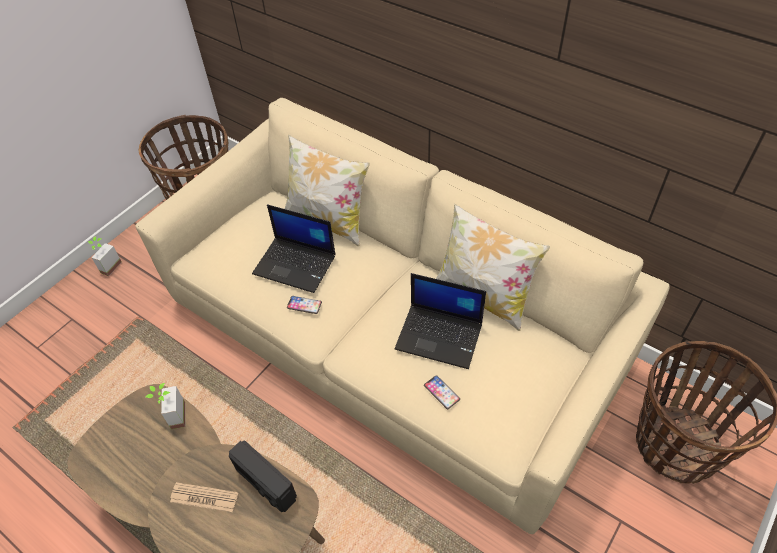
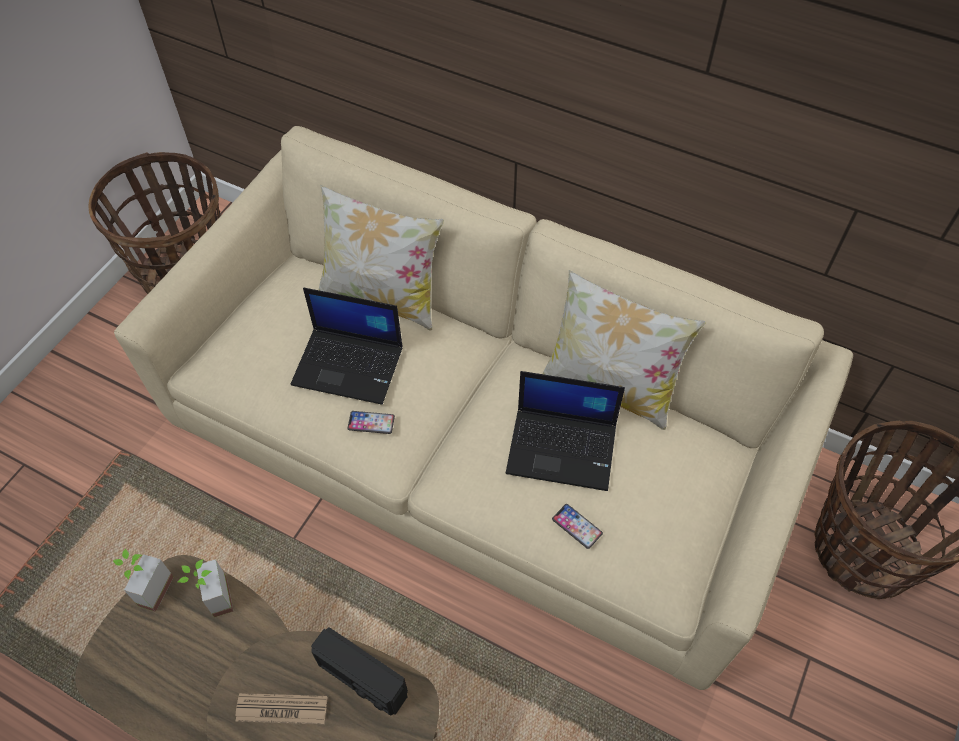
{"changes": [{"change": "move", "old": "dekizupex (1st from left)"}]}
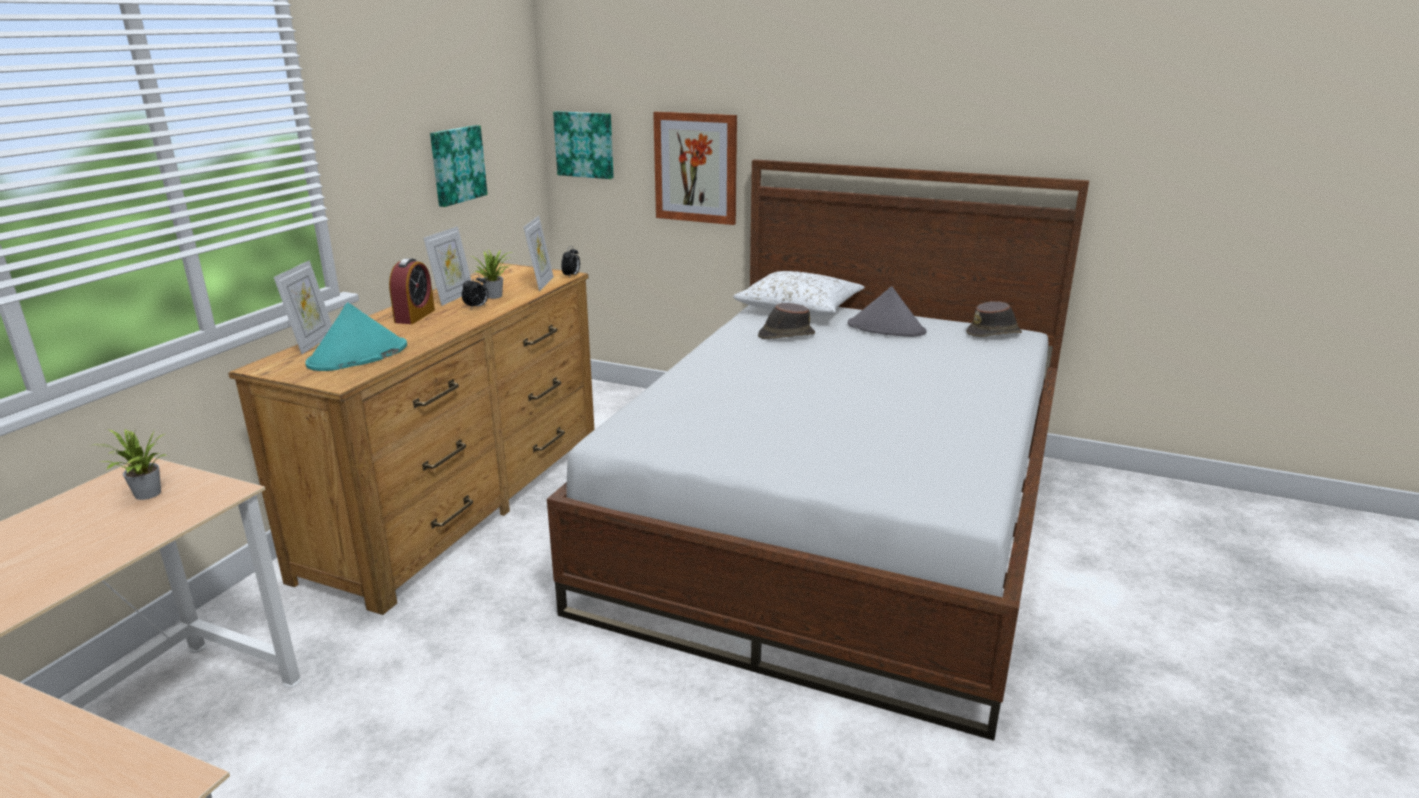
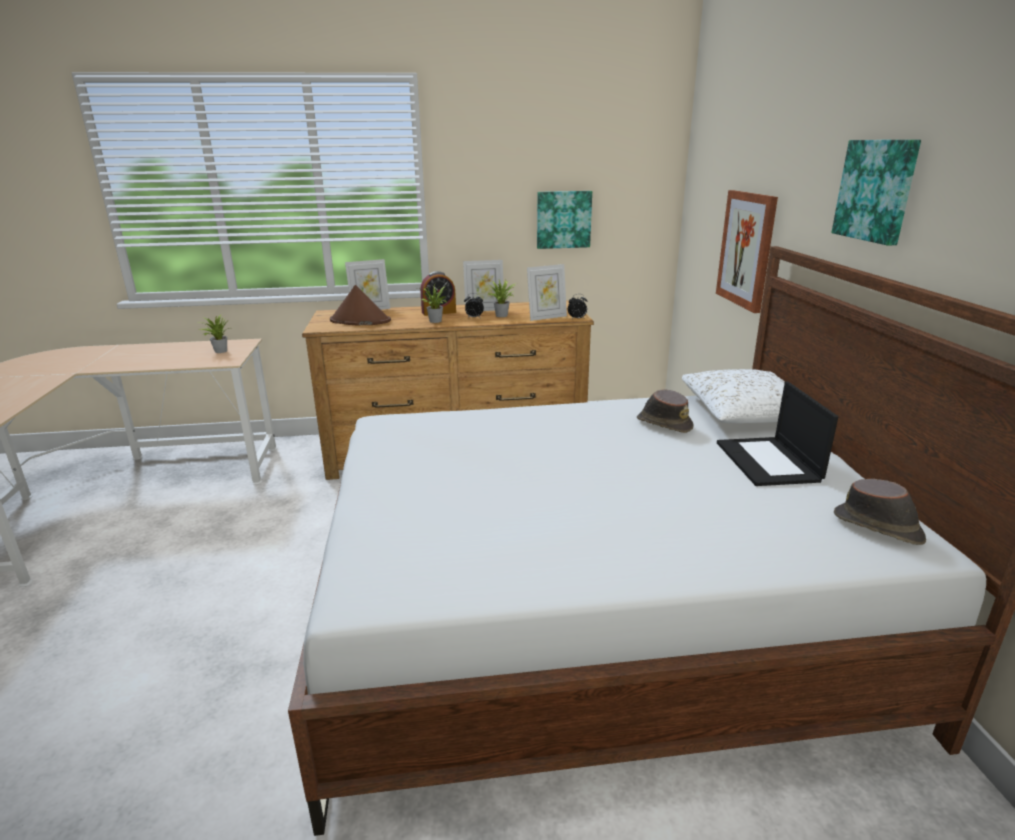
{"changes": [{"change": "recolor", "old": "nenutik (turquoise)", "new": "nenutik (brown) (1st from left)"}, {"change": "move", "old": "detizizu (2nd from left in the first image)", "new": "detizizu (3rd from left)"}, {"change": "replace", "old": "nenutik (grey)", "new": "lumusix"}, {"change": "insert", "new": "dekizupex (2nd from left)"}]}
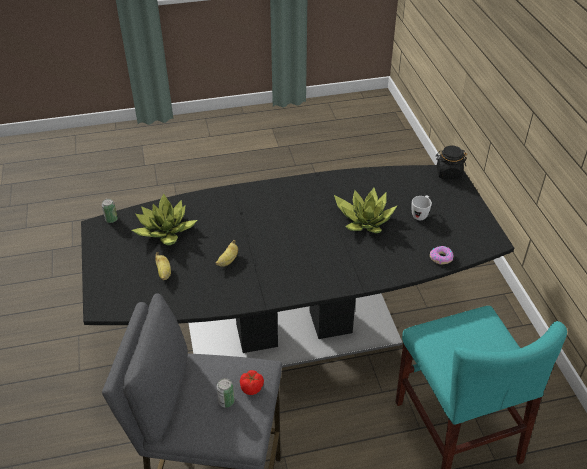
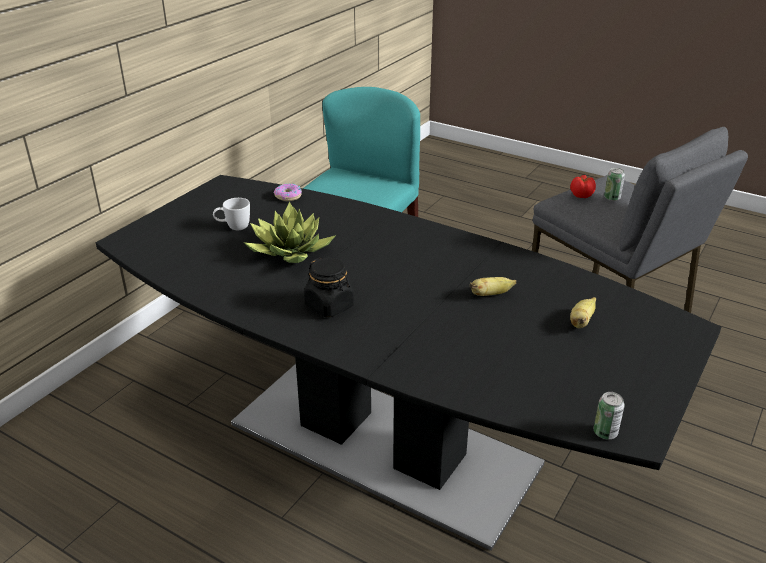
{"changes": [{"change": "delete", "old": "dekizupex (1st from left)"}, {"change": "move", "old": "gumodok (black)"}]}
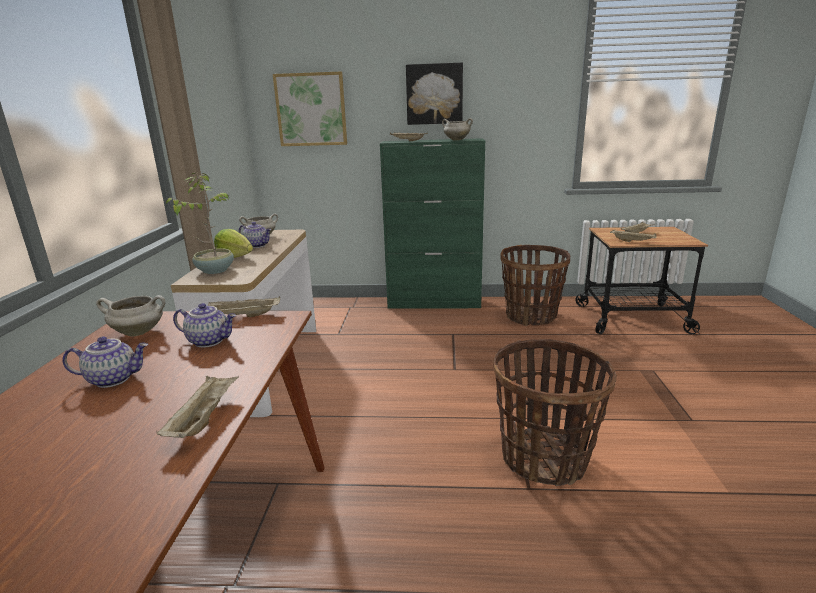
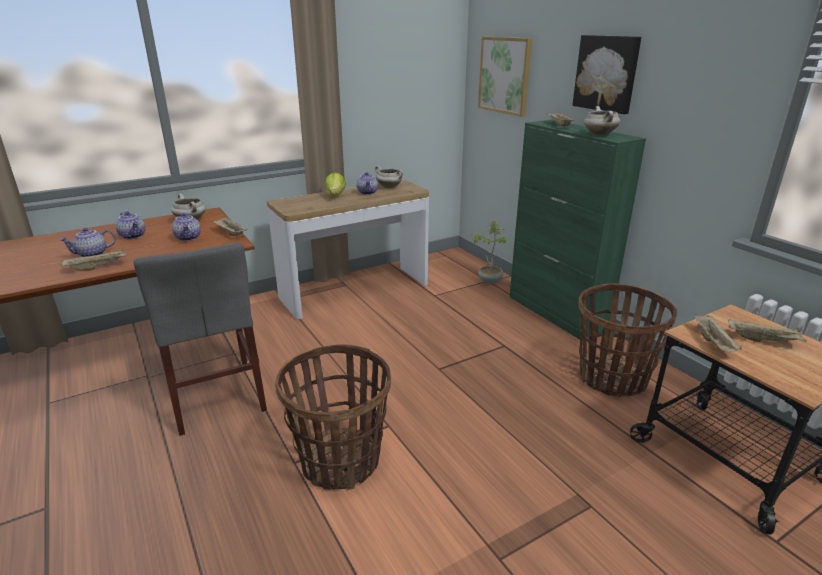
{"changes": [{"change": "move", "old": "dekizupex"}, {"change": "insert", "new": "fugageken (1st from left)"}, {"change": "insert", "new": "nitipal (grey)"}]}
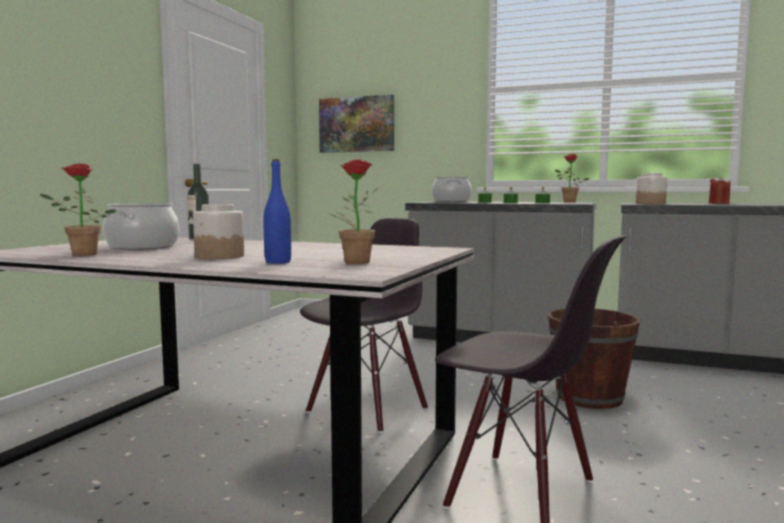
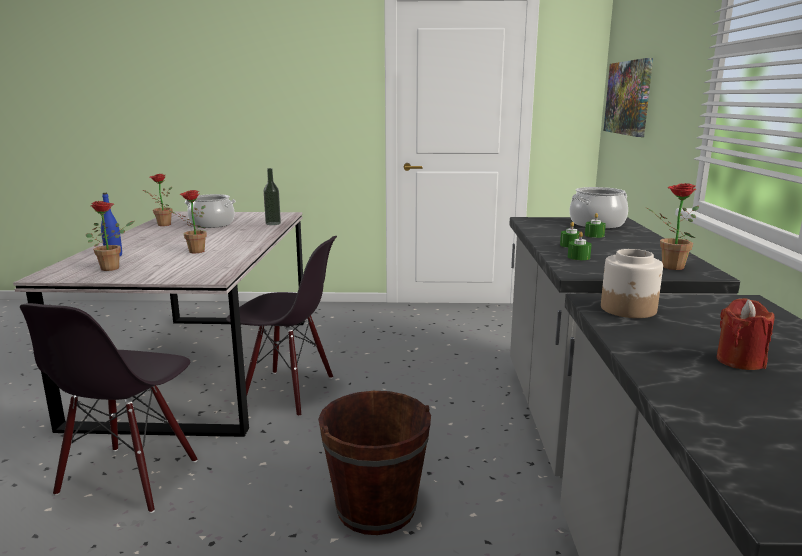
{"changes": [{"change": "delete", "old": "gumodok (1st from left)"}, {"change": "insert", "new": "dekizupex (3rd from left)"}]}
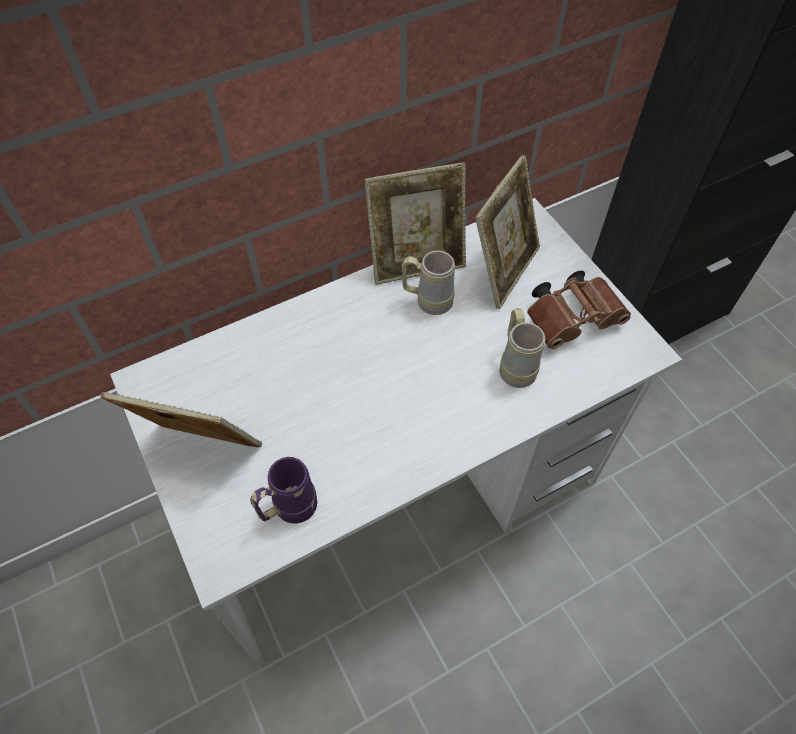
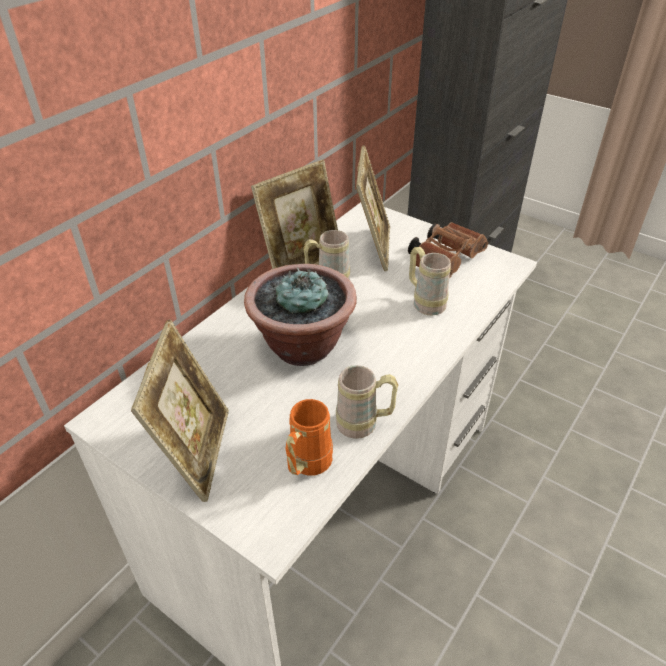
{"changes": [{"change": "rotate", "old": "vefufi (1st from left)", "degrees": 105}, {"change": "recolor", "old": "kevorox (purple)", "new": "kevorox (orange)"}, {"change": "insert", "new": "dekizupex"}, {"change": "insert", "new": "kevorox (beige) (2nd from left)"}]}
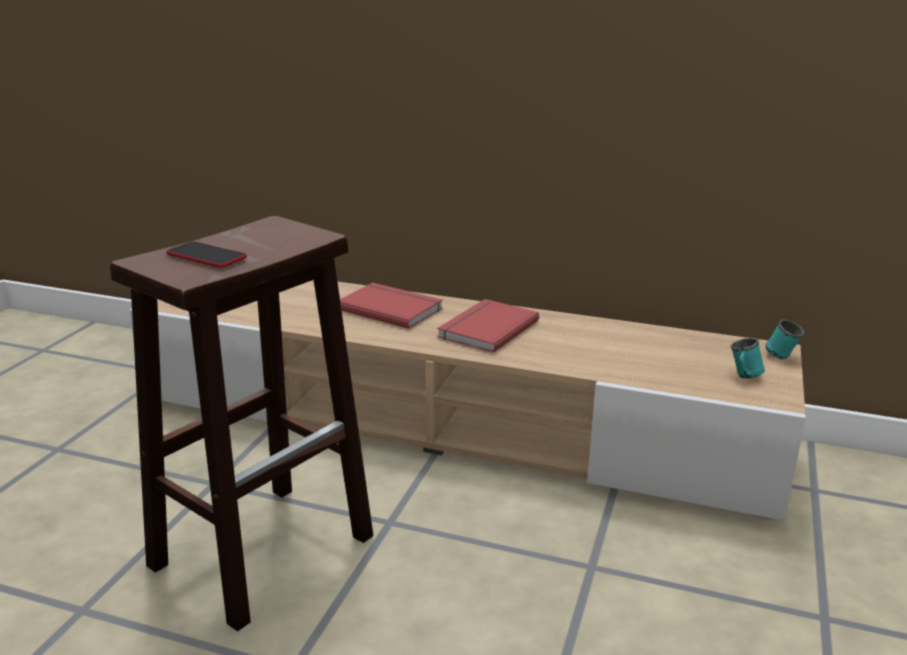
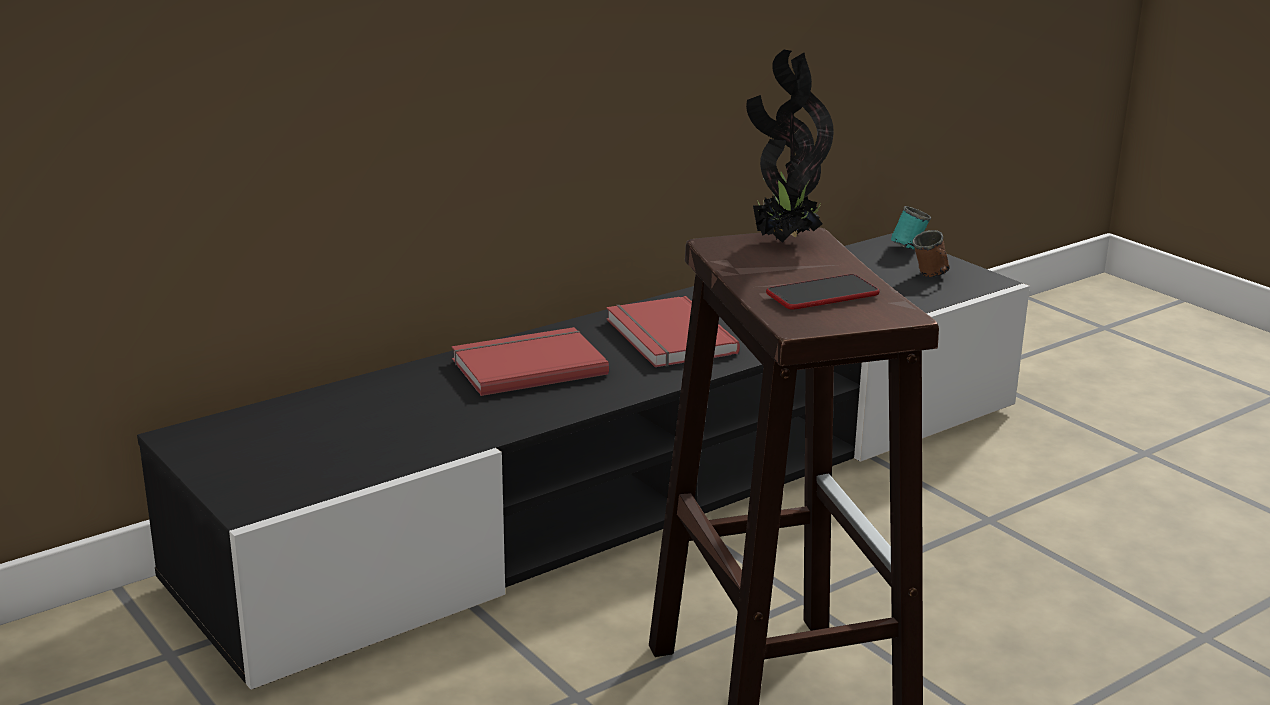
{"changes": [{"change": "recolor", "old": "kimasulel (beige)", "new": "kimasulel (black)"}, {"change": "recolor", "old": "kevorox (turquoise) (1st from left)", "new": "kevorox (brown)"}, {"change": "insert", "new": "dekizupex"}]}
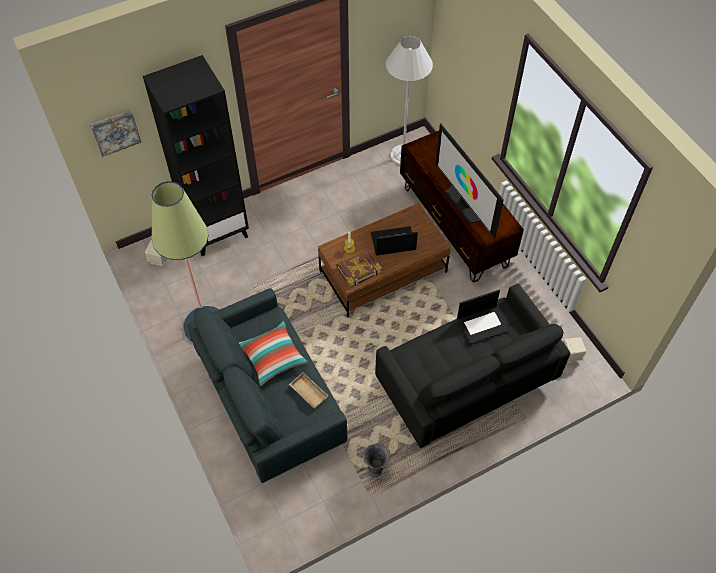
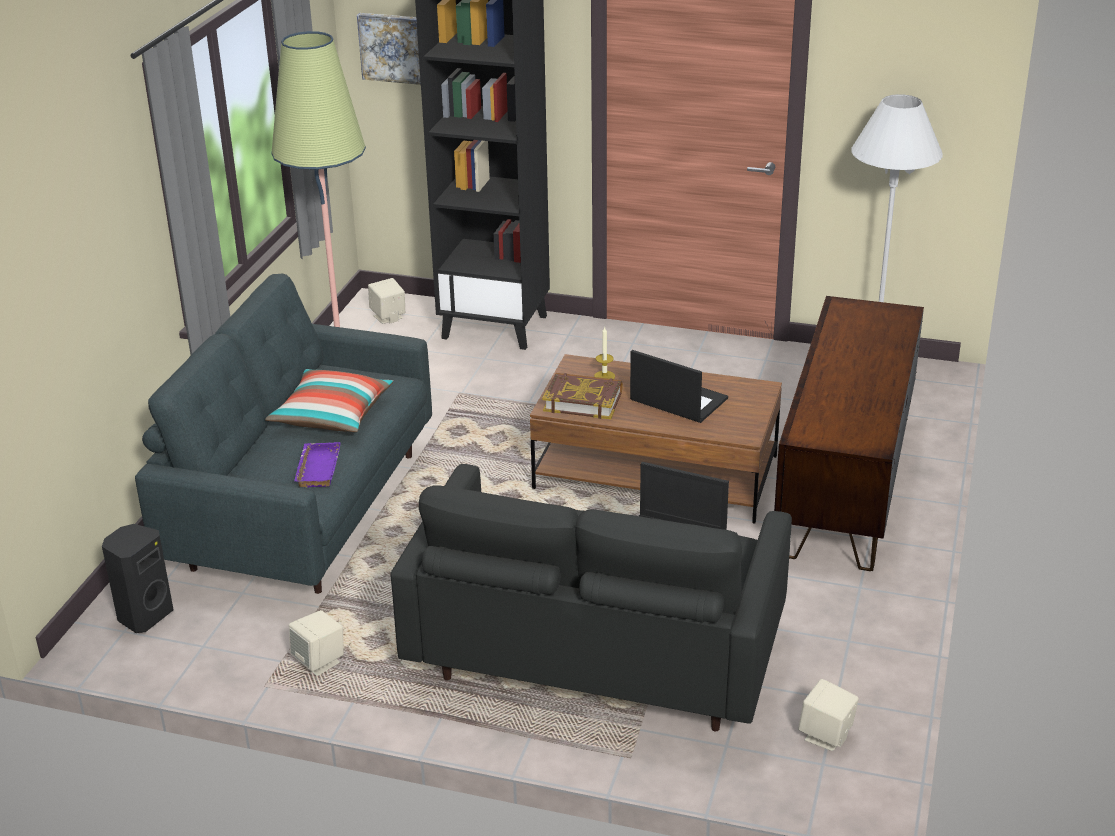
{"changes": [{"change": "recolor", "old": "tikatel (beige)", "new": "tikatel (purple)"}, {"change": "replace", "old": "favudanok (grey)", "new": "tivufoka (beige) (1st from left)"}, {"change": "delete", "old": "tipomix"}, {"change": "insert", "new": "tivufoka (black)"}]}
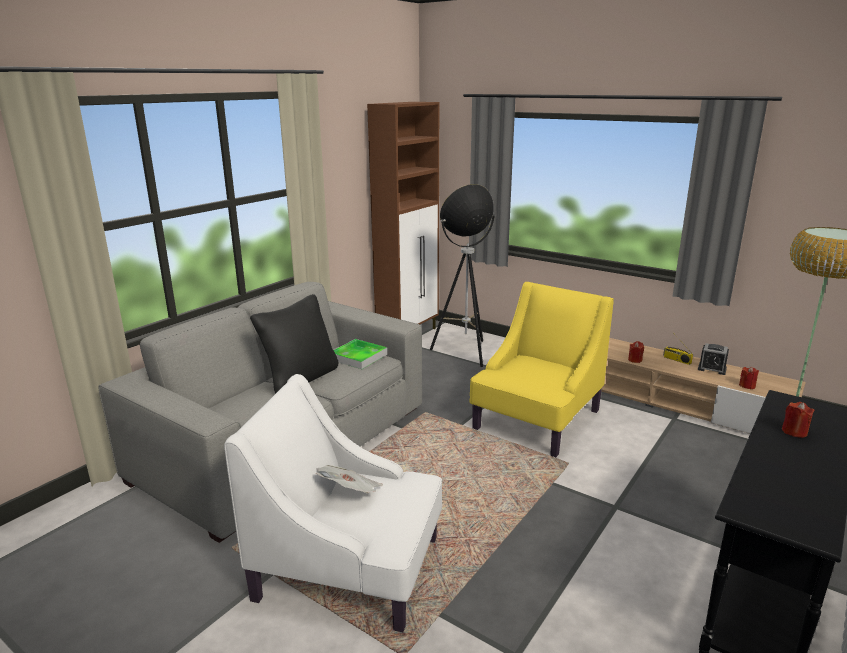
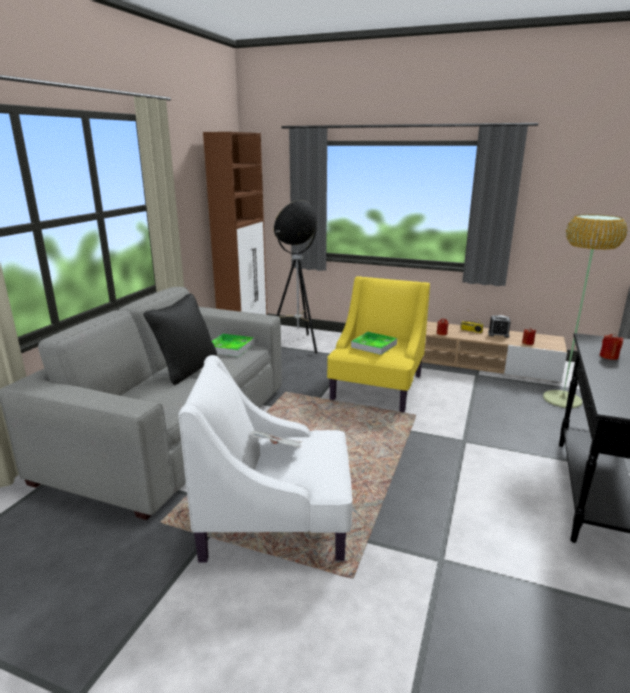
{"changes": [{"change": "insert", "new": "tikatel (2nd from left)"}]}
